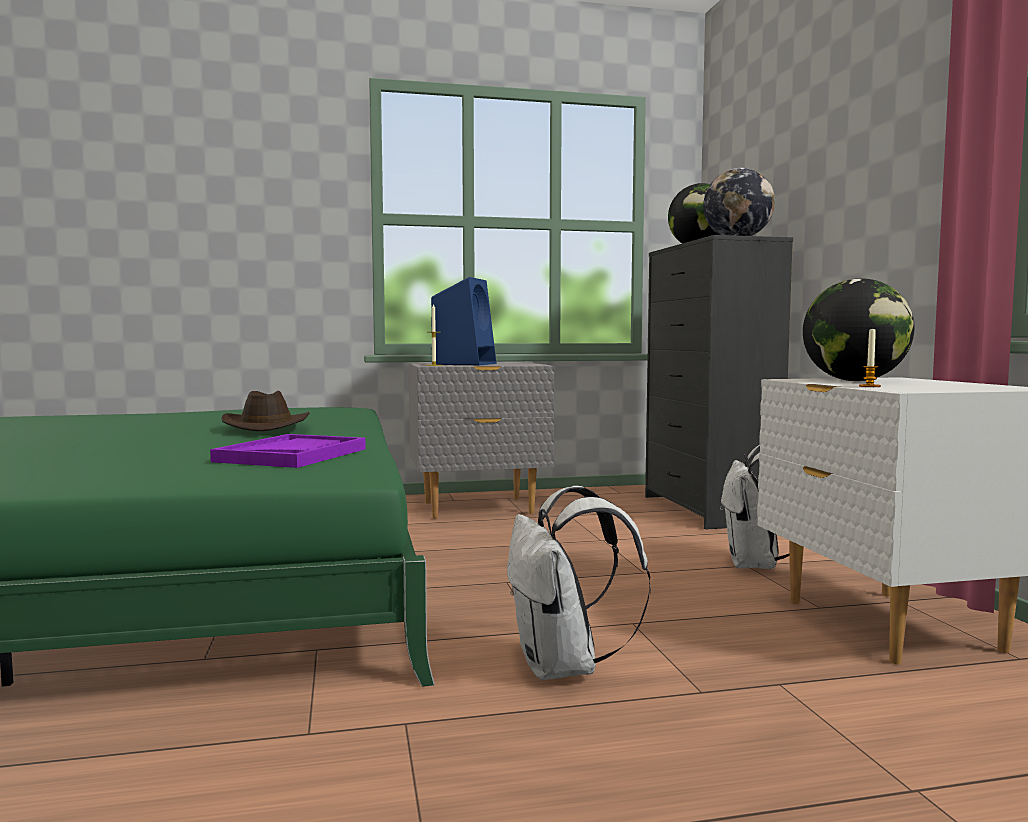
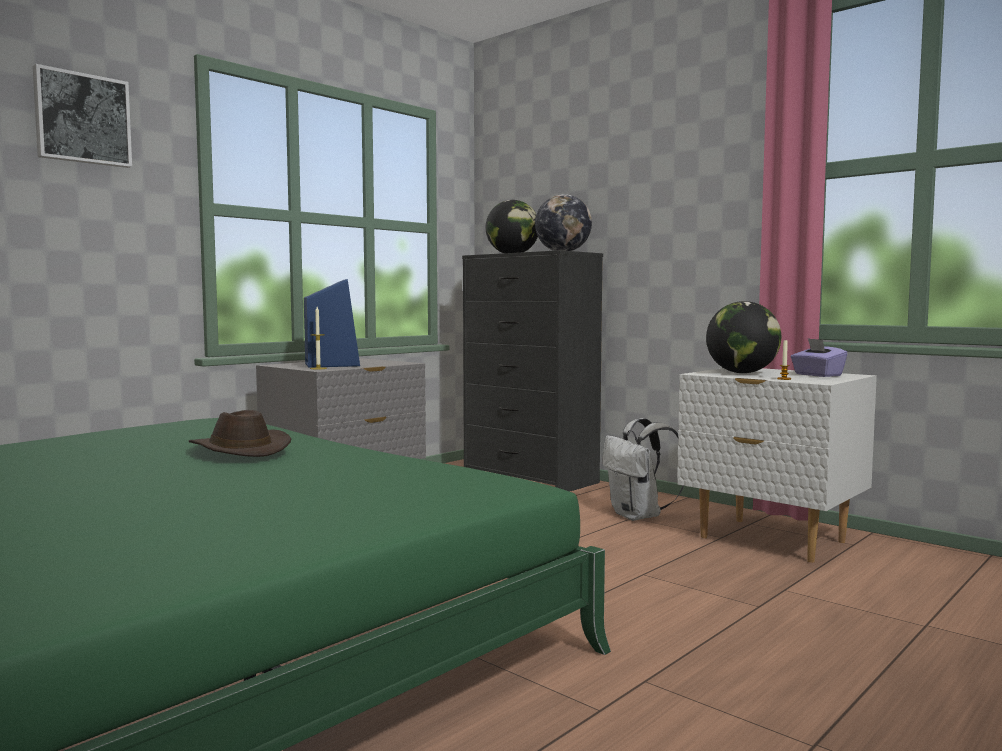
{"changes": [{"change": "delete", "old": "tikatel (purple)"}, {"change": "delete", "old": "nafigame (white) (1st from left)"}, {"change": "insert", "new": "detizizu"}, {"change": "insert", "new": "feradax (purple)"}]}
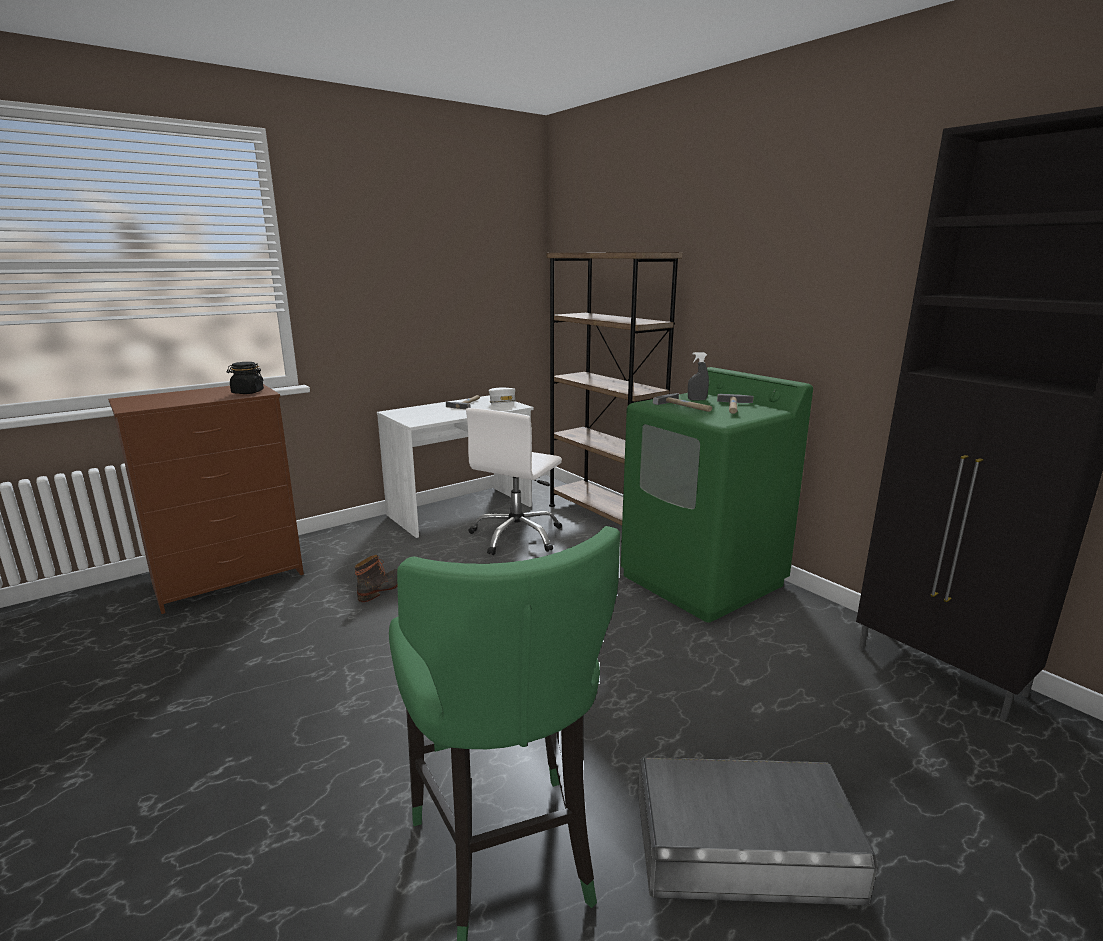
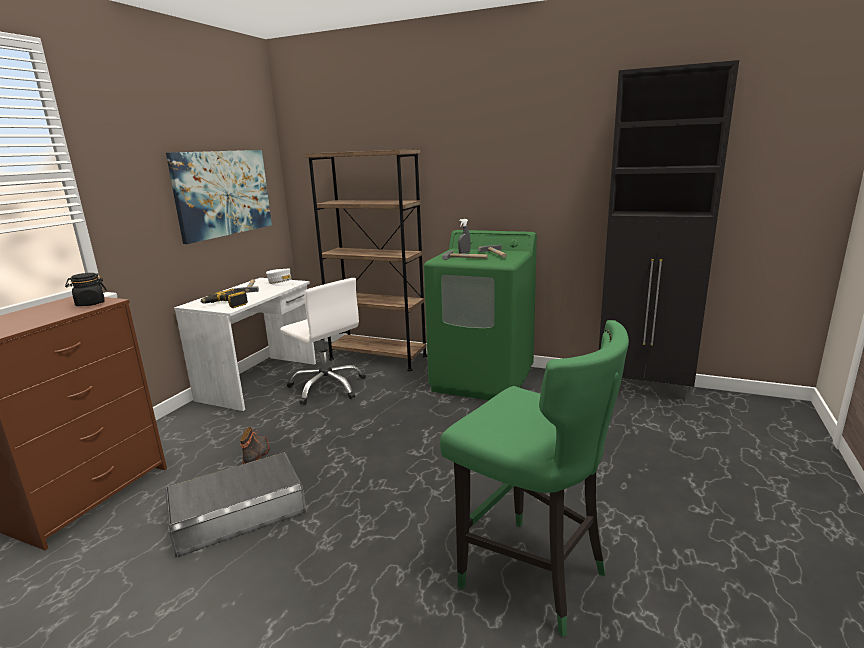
{"changes": [{"change": "rotate", "old": "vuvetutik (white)", "degrees": -45}, {"change": "move", "old": "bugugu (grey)"}, {"change": "insert", "new": "detizizu"}, {"change": "insert", "new": "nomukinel"}]}
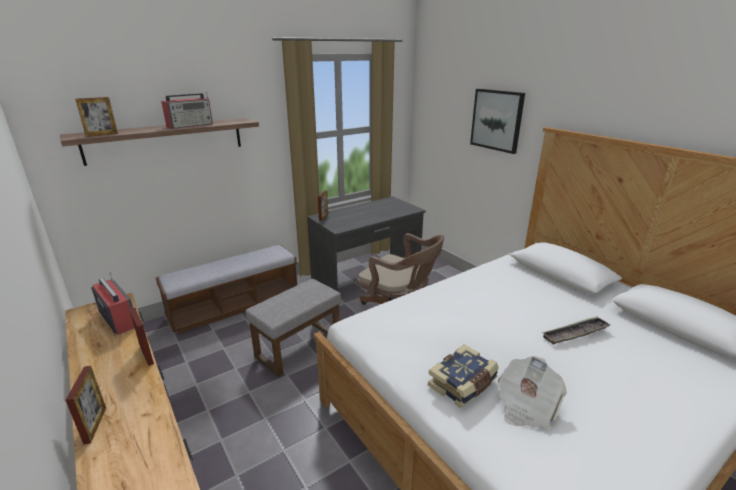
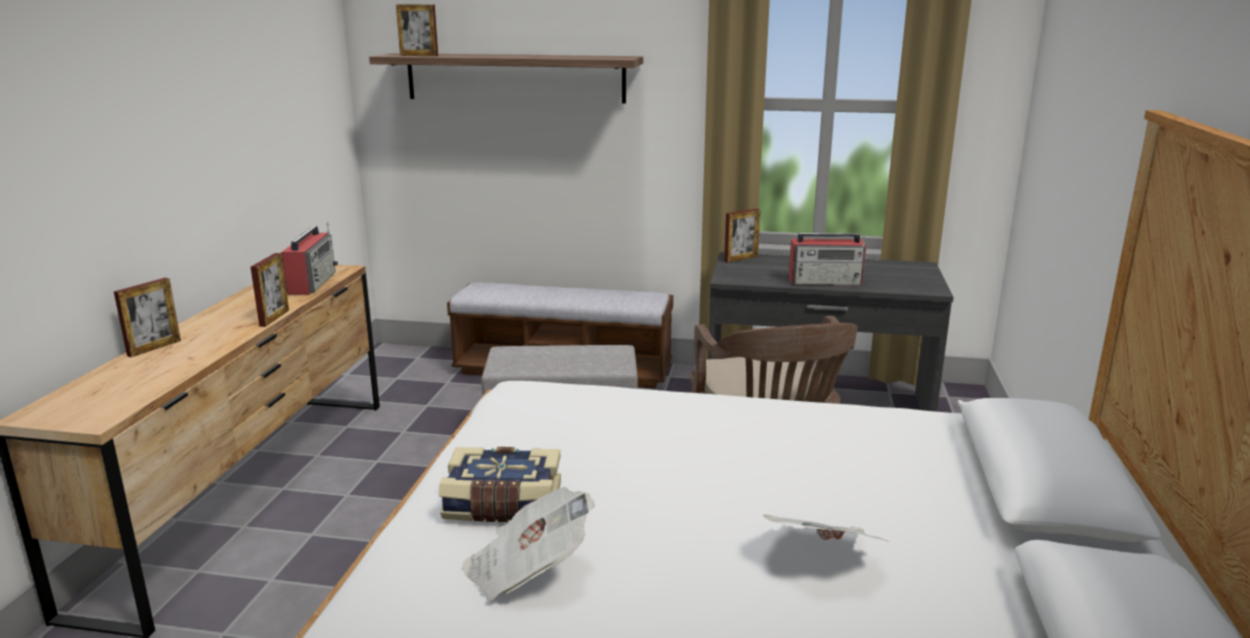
{"changes": [{"change": "move", "old": "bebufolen (2nd from left)"}, {"change": "delete", "old": "detizizu"}, {"change": "replace", "old": "tikatel", "new": "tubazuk (2nd from left)"}]}
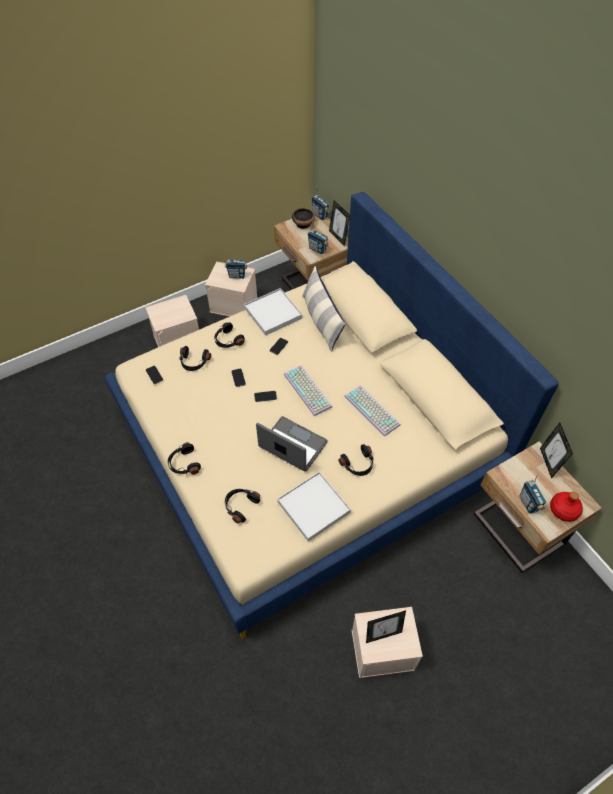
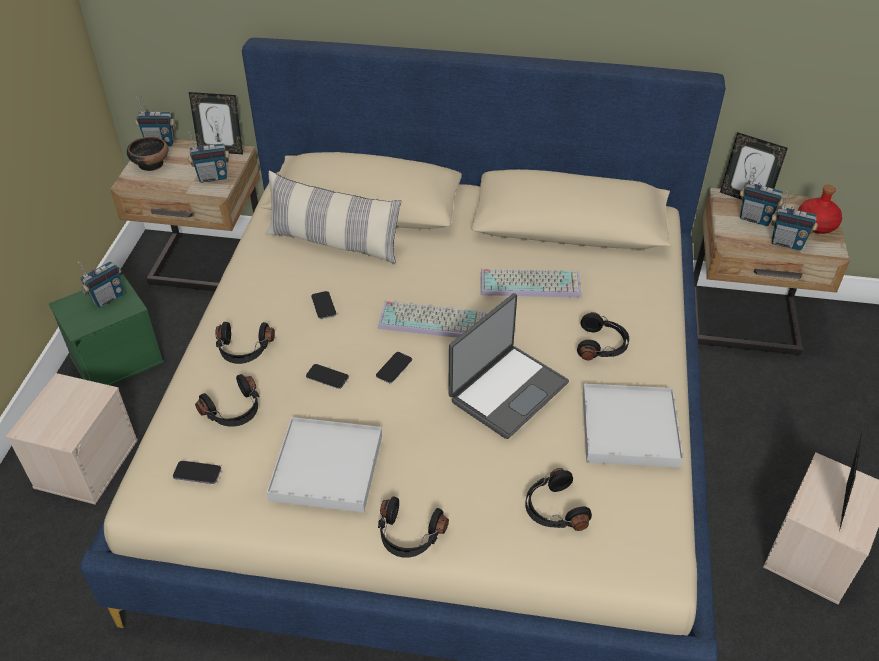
{"changes": [{"change": "recolor", "old": "bugugu (beige) (2nd from left)", "new": "bugugu (green)"}, {"change": "move", "old": "tikatel (white) (1st from left)"}, {"change": "rotate", "old": "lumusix", "degrees": 150}, {"change": "insert", "new": "bebufolen (4th from left)"}]}
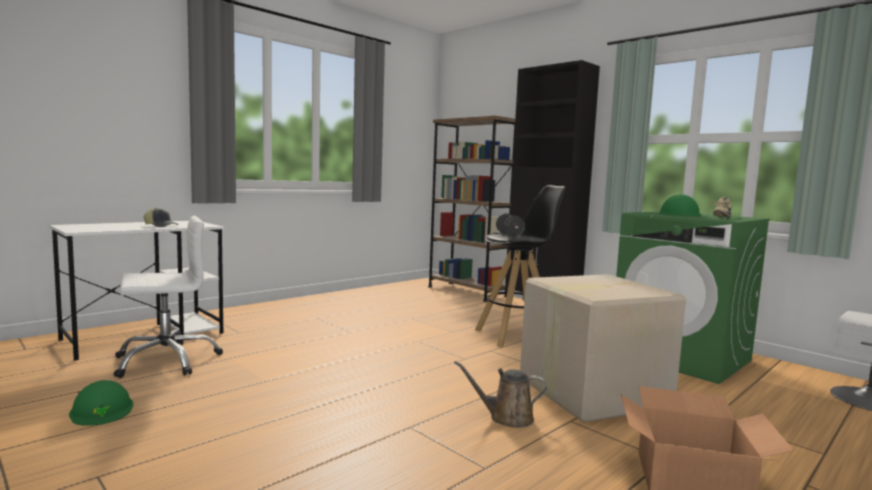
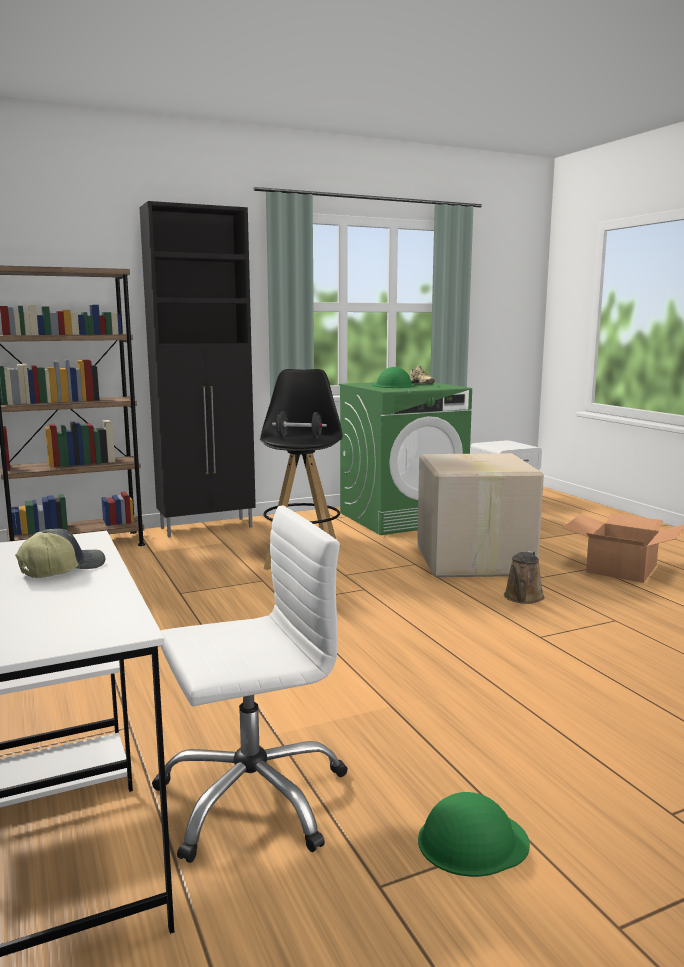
{"changes": [{"change": "rotate", "old": "vuvetutik (white)", "degrees": 75}]}
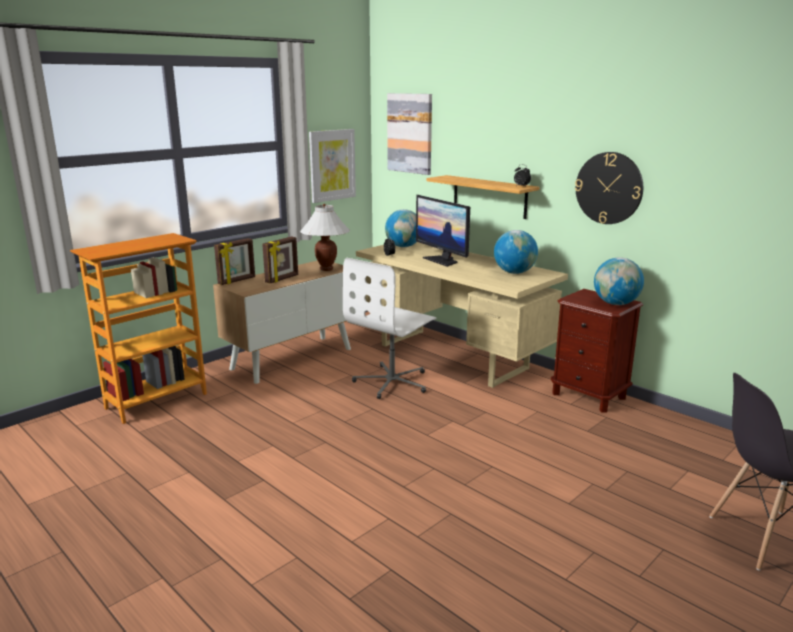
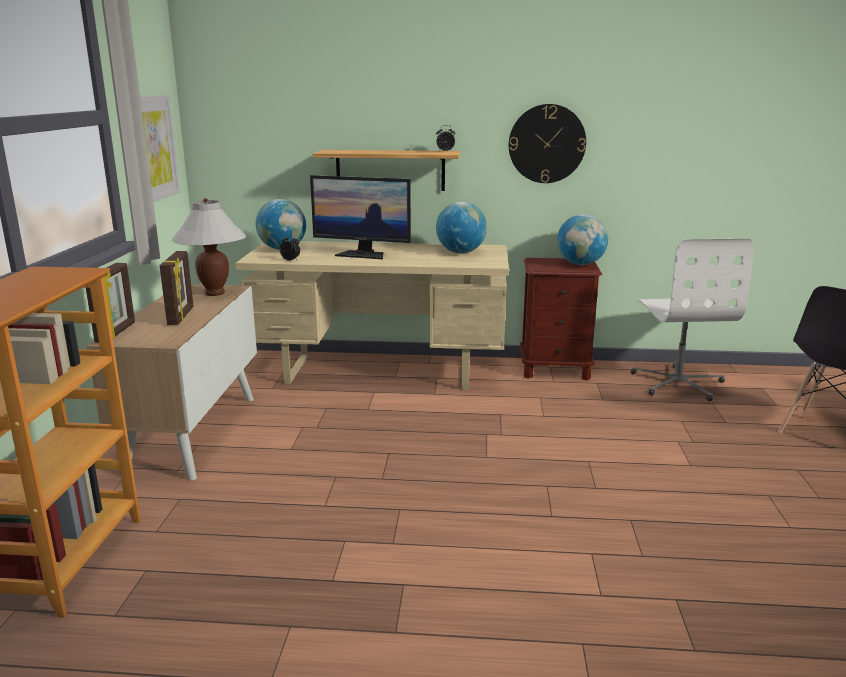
{"changes": [{"change": "move", "old": "vuvetutik (white)"}, {"change": "delete", "old": "detizizu (2nd from left)"}]}
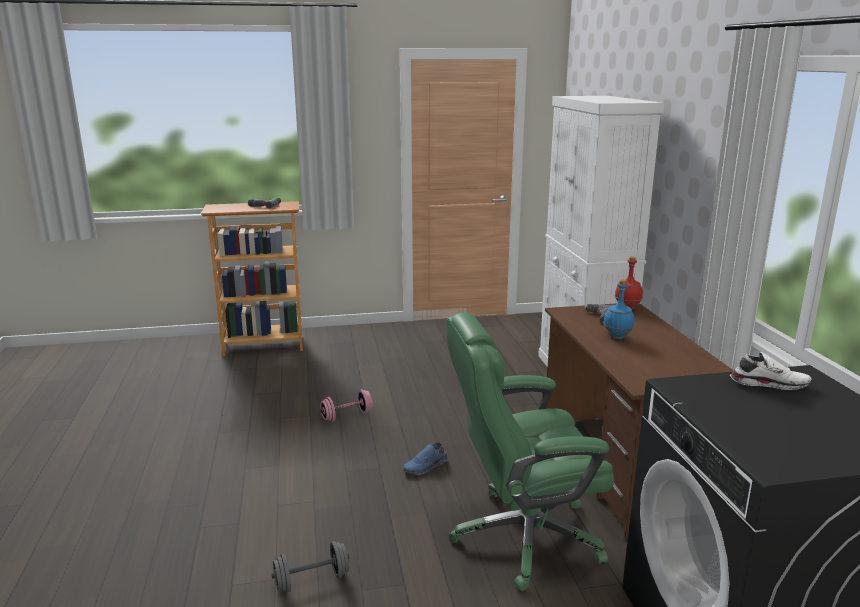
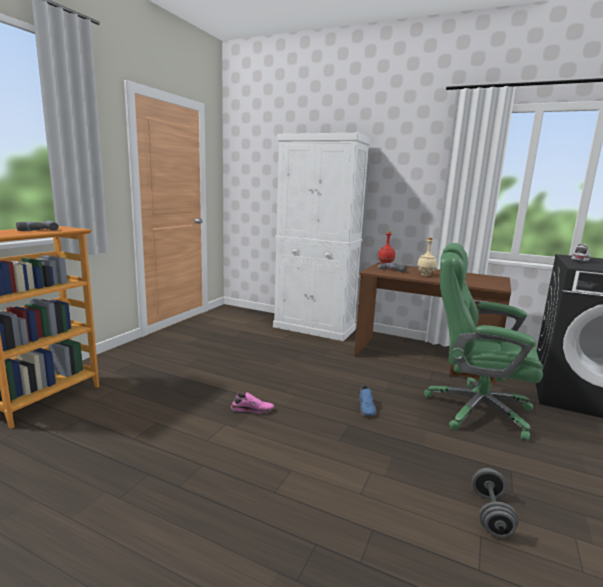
{"changes": [{"change": "replace", "old": "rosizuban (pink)", "new": "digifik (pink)"}, {"change": "rotate", "old": "vuvetutik (green)", "degrees": 90}, {"change": "recolor", "old": "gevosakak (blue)", "new": "gevosakak (beige)"}]}
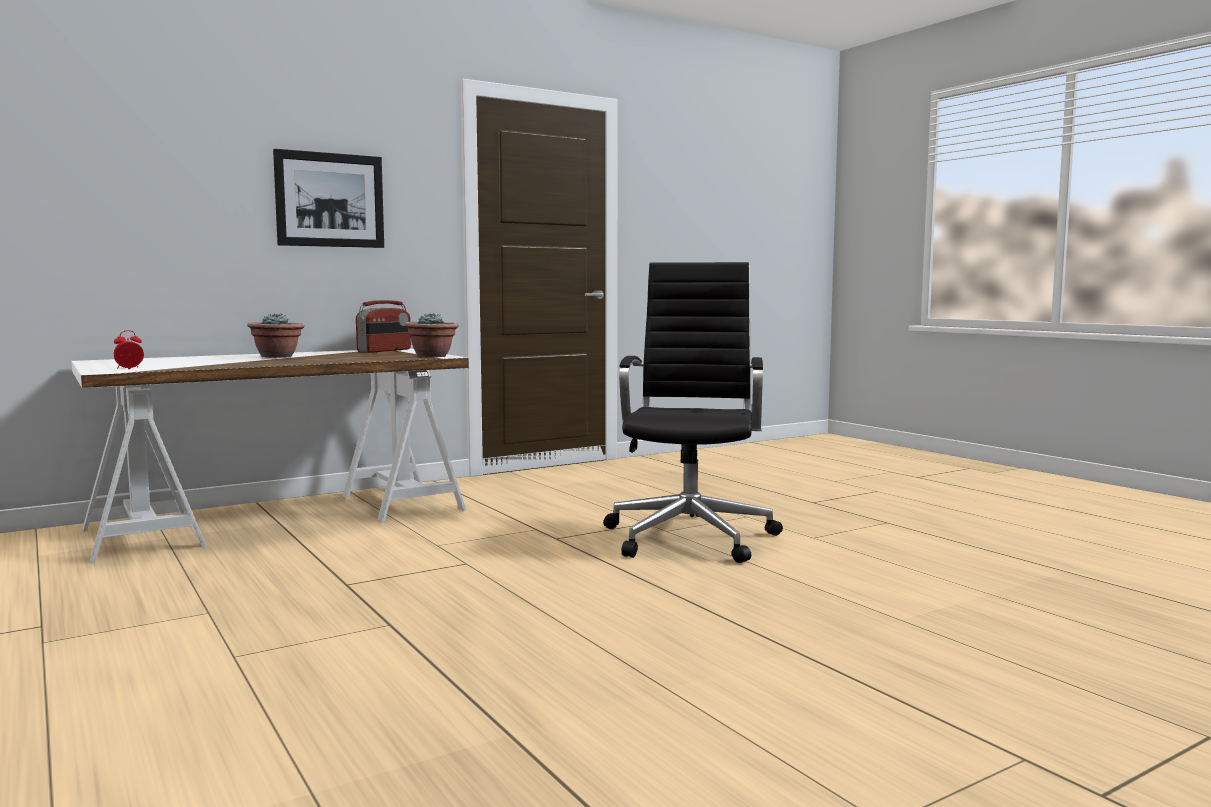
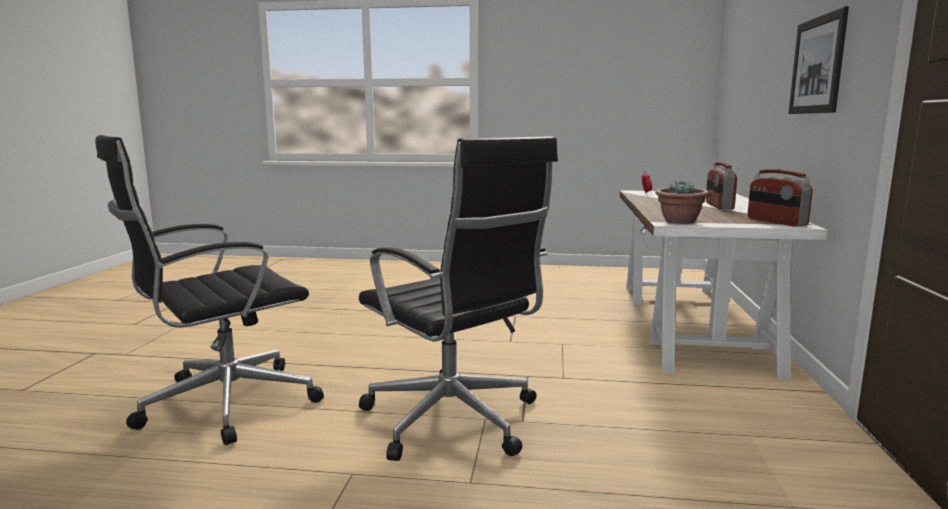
{"changes": [{"change": "replace", "old": "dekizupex (1st from left)", "new": "bebufolen (1st from left)"}, {"change": "insert", "new": "vuvetutik (black) (1st from left)"}]}
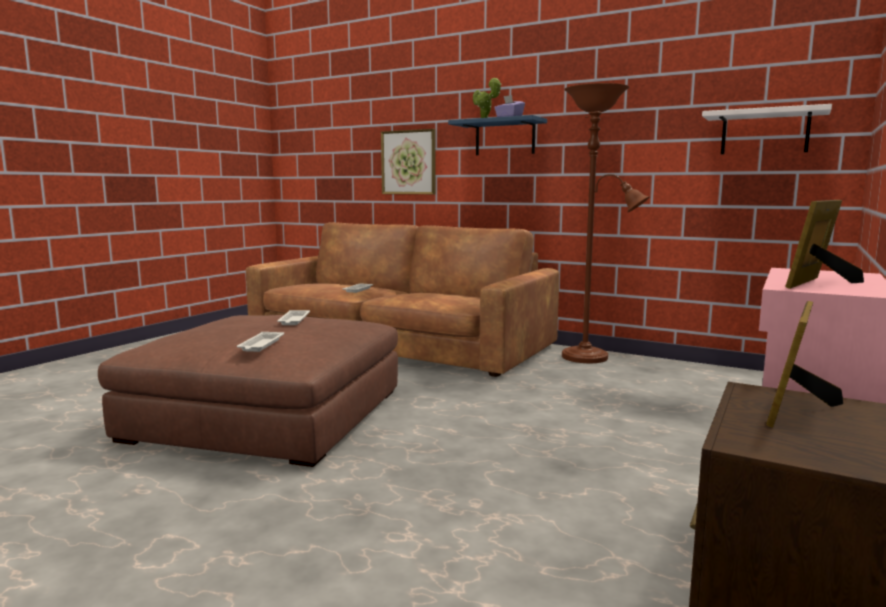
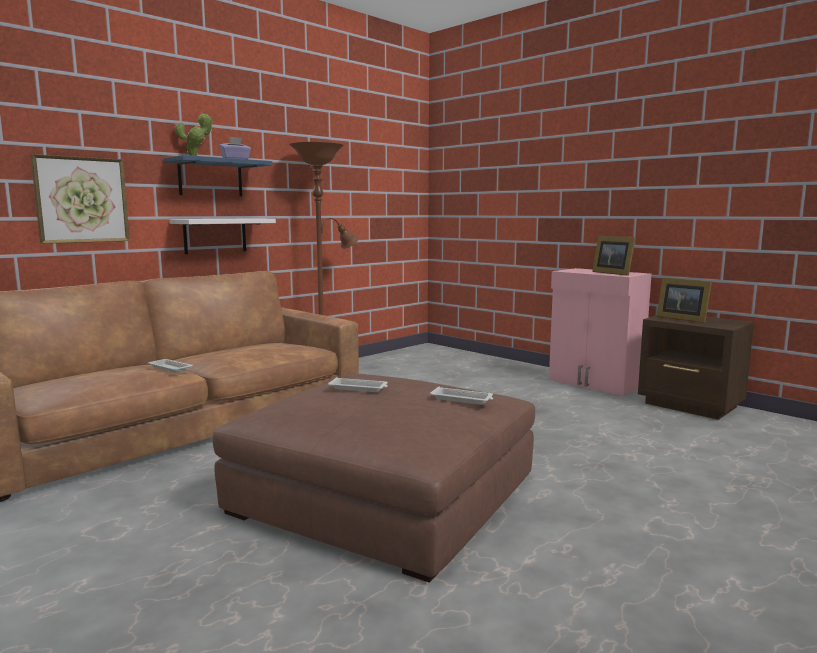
{"changes": [{"change": "move", "old": "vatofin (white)"}]}
